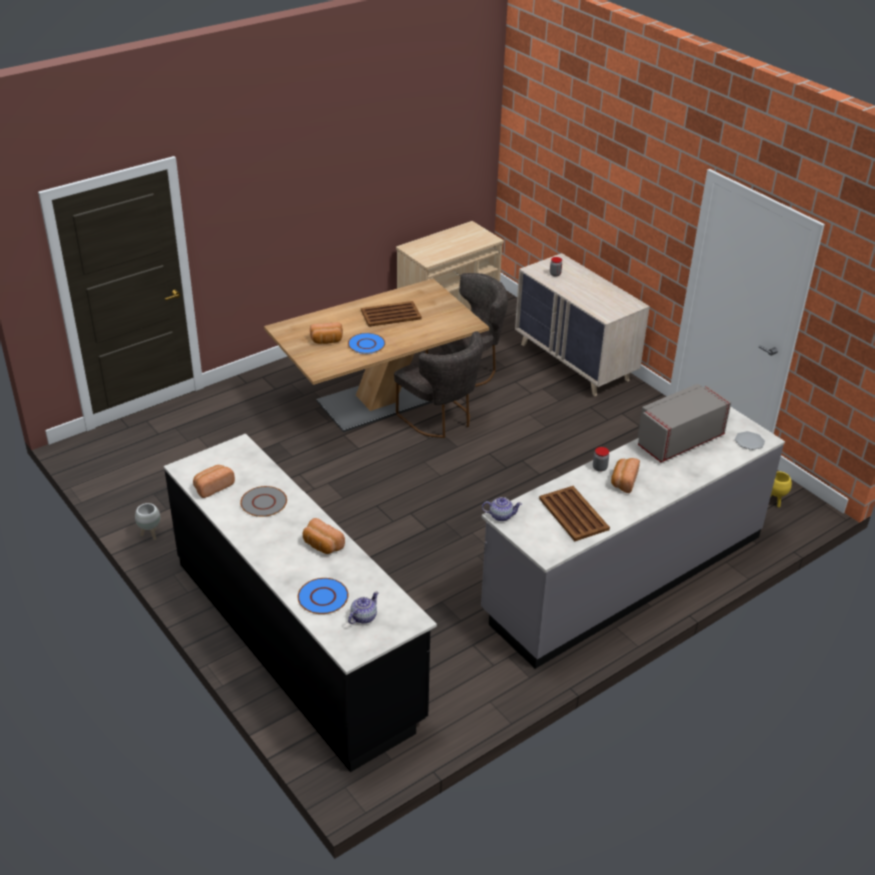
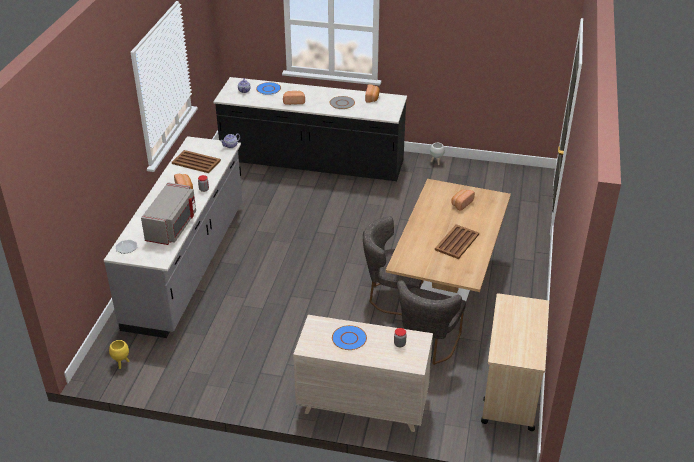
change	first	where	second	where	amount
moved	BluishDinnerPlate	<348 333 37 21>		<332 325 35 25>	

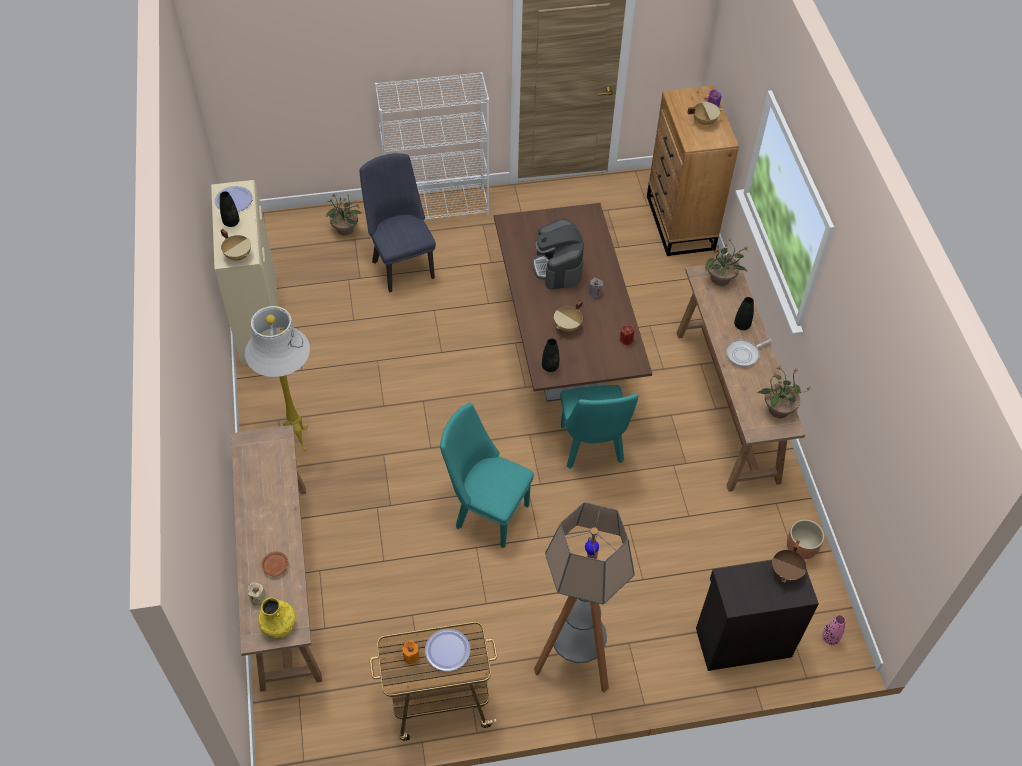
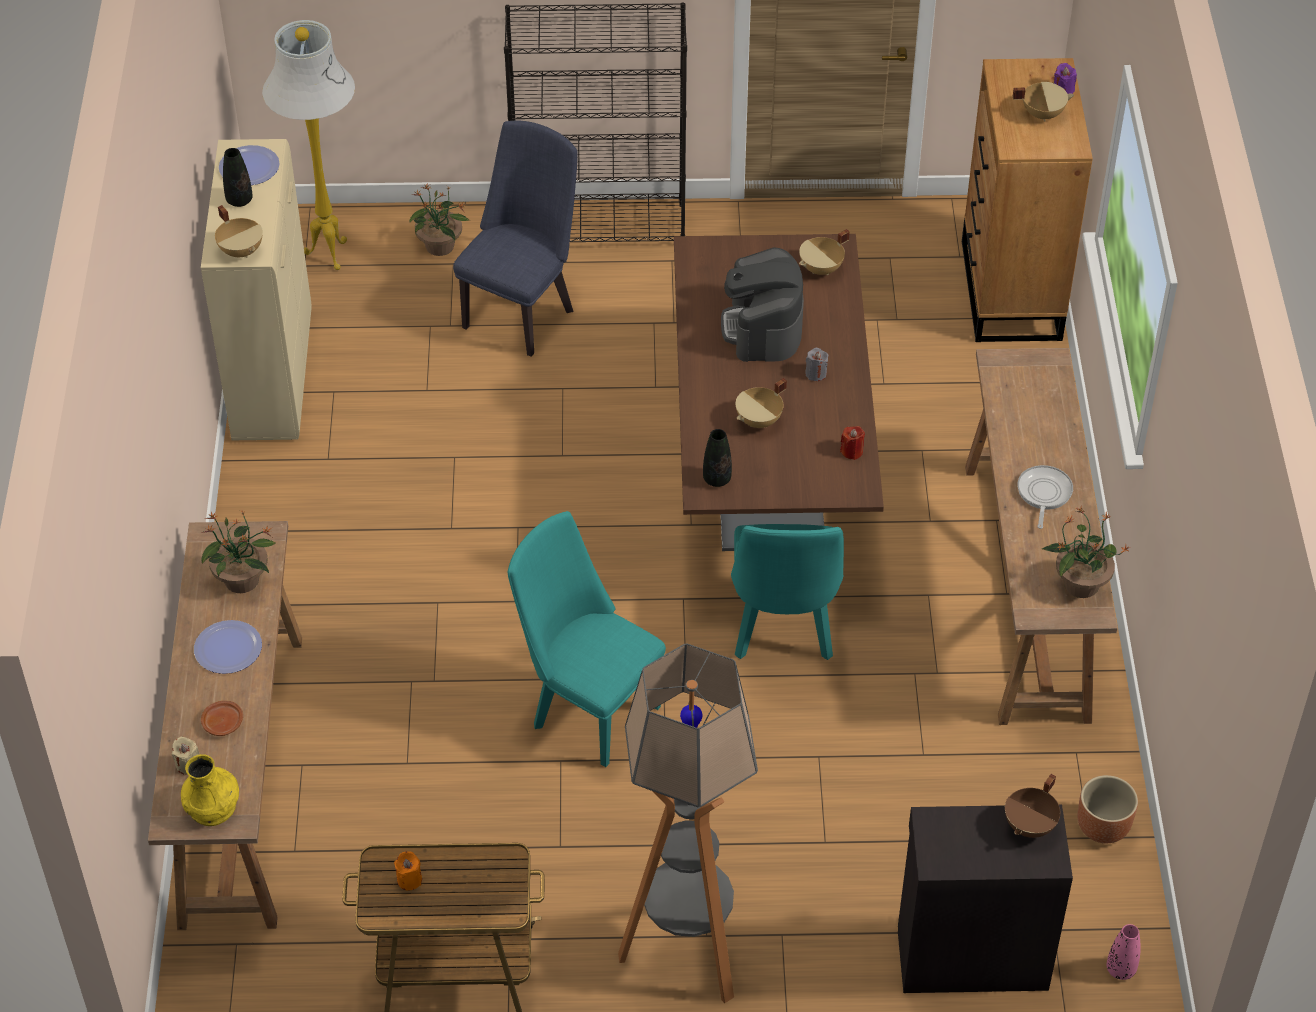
change	first	where	second	where	amount
moved	WhitishStandardLamp	<245 306 65 145>		<262 20 93 250>	
turned	BluishPlainChair	<360 153 76 140>		<453 121 125 236>	45 degrees clockwise
recoloured	WhitishBookcase	<375 72 114 147>	BlackBookcase	<504 3 183 239>	
moved	DinnerPlate	<425 629 45 42>		<194 620 68 54>	
moved	Houseplant	<705 239 44 47>		<201 510 74 83>	
turned	FryingPan	<726 339 46 28>		<1018 465 55 64>	120 degrees clockwise
removed	BlackFlowerVase	<734 297 20 33>			
added			BeigeSaucepot	<799 229 51 46>	

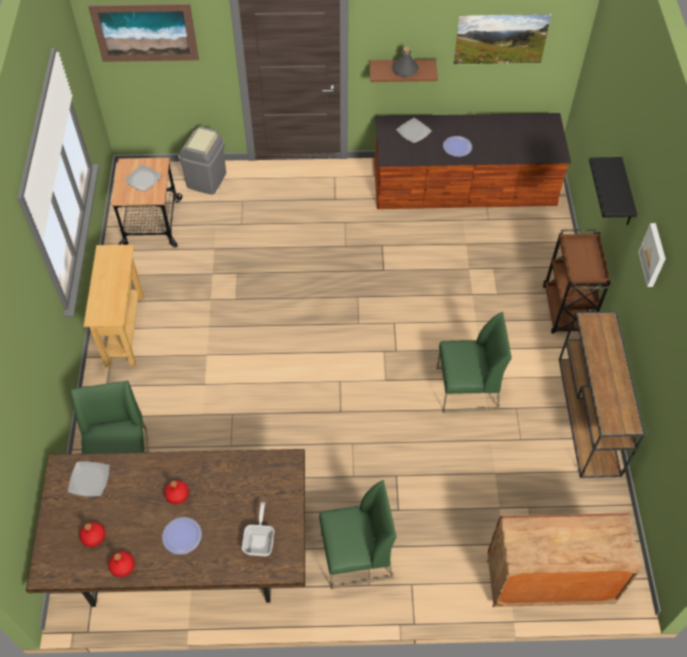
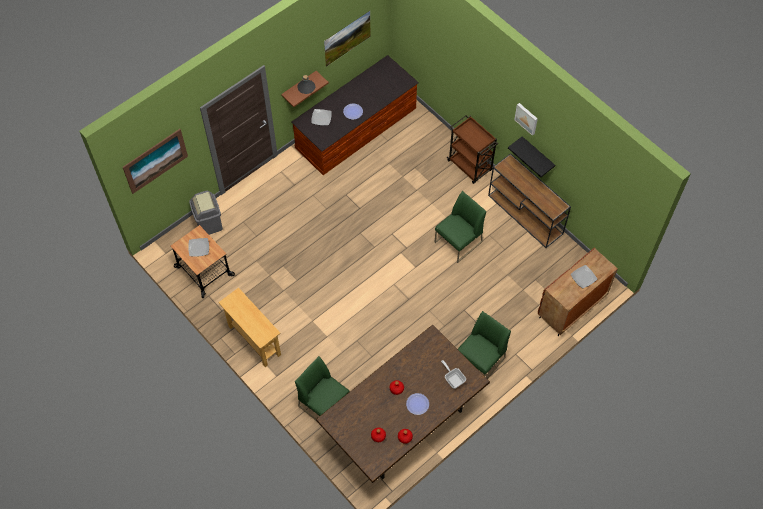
change	first	where	second	where	amount
moved	DinnerPlate	<68 461 42 36>		<571 265 26 23>	
moved	BlackBracketShelf	<589 157 48 68>		<508 136 47 41>	

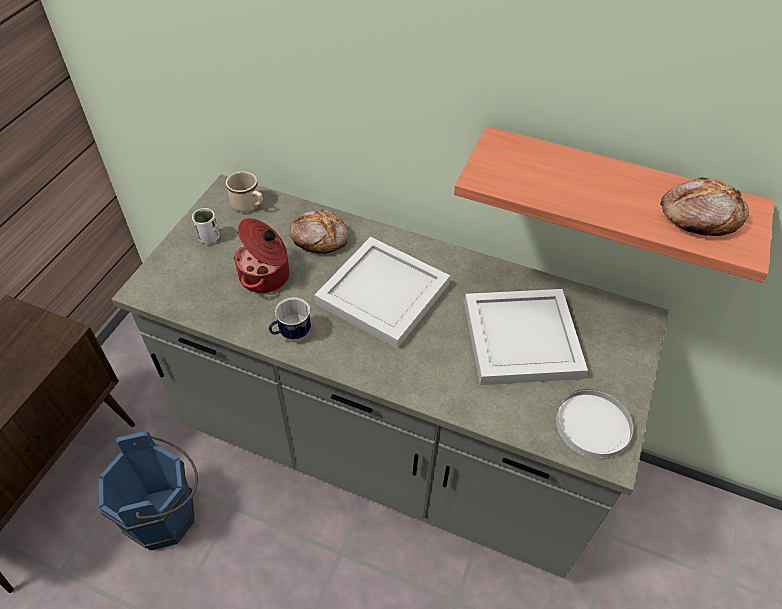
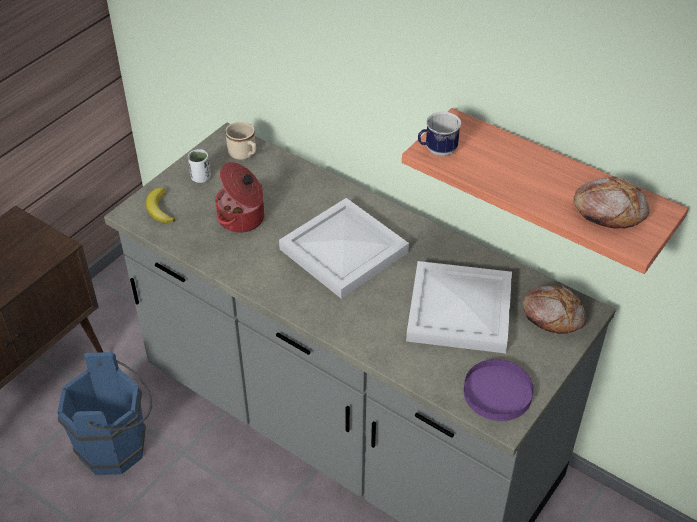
change	first	where	second	where	amount
moved	TeaMug	<269 297 42 44>		<418 112 43 44>	
moved	BakedBread	<290 209 58 44>		<522 285 64 49>	
recoloured	WhitishDinnerPlate	<556 389 77 70>	PurpleDinnerPlate	<464 359 70 62>	
added			WholeBanana	<146 187 30 36>	

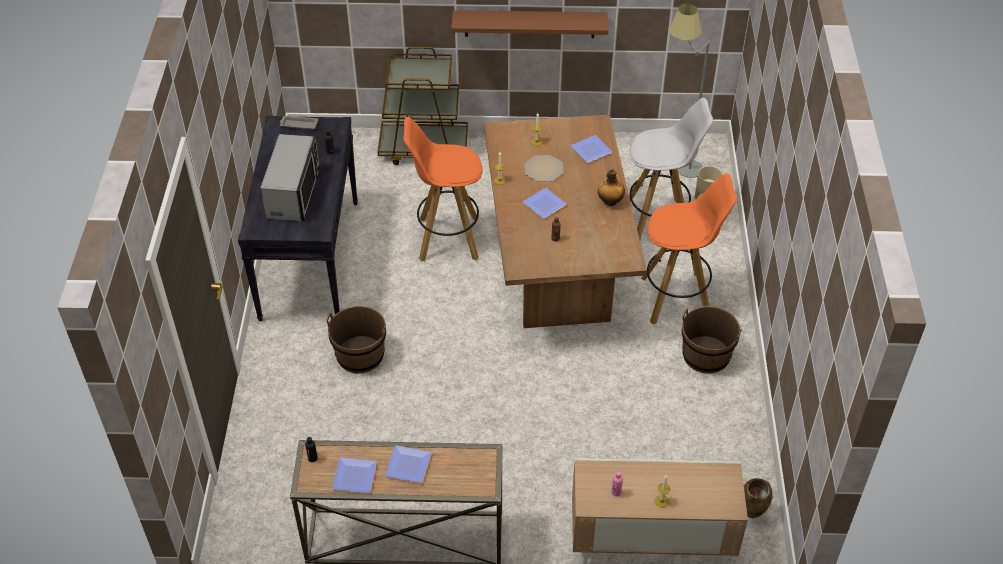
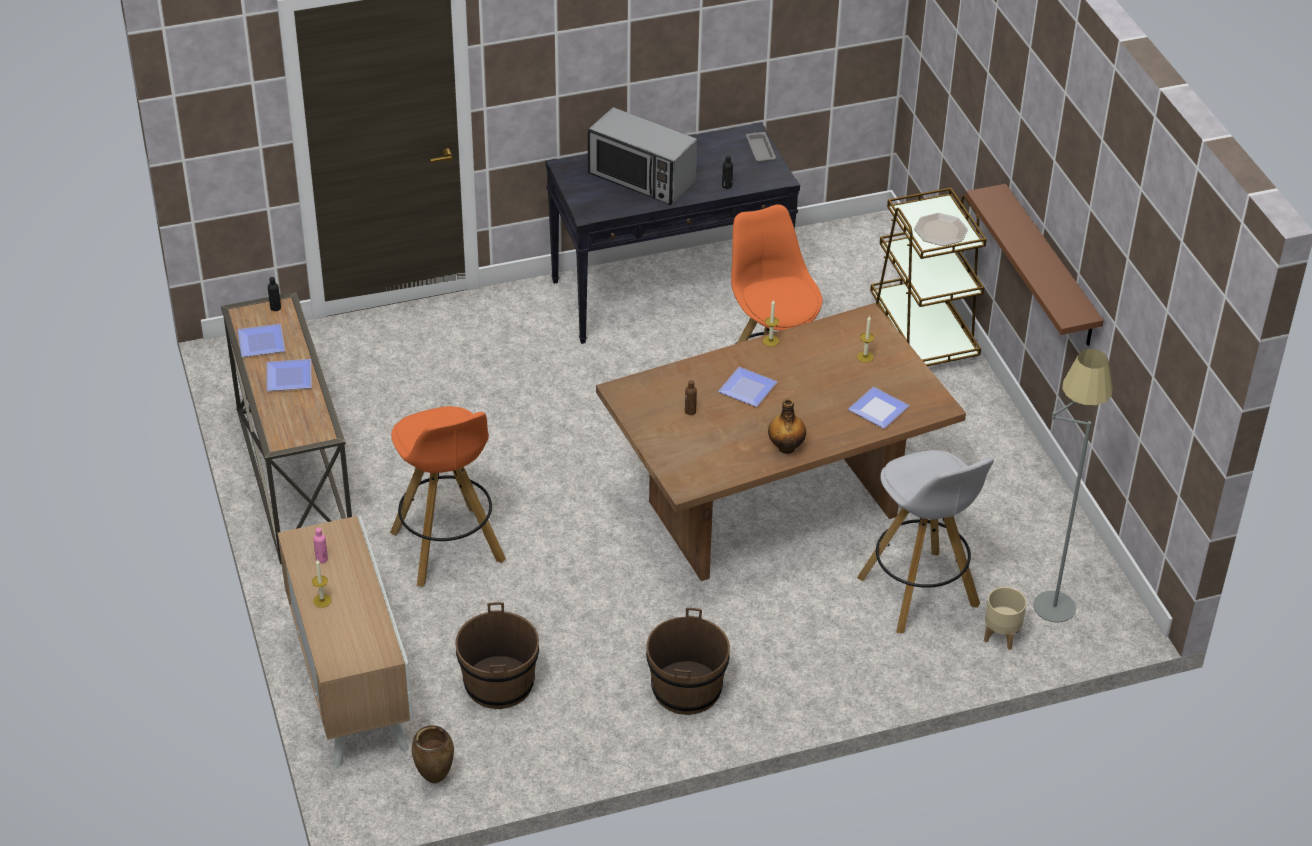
change	first	where	second	where	amount
turned	KitchenMicrowave	<261 134 59 87>		<588 107 109 98>	45 degrees clockwise
moved	BrownColouredPail	<326 306 60 67>		<455 602 84 107>	
moved	DinnerPlate	<524 155 40 27>		<914 213 54 33>	
moved	OrangeColouredSittingStool	<641 173 96 152>		<390 406 116 181>	

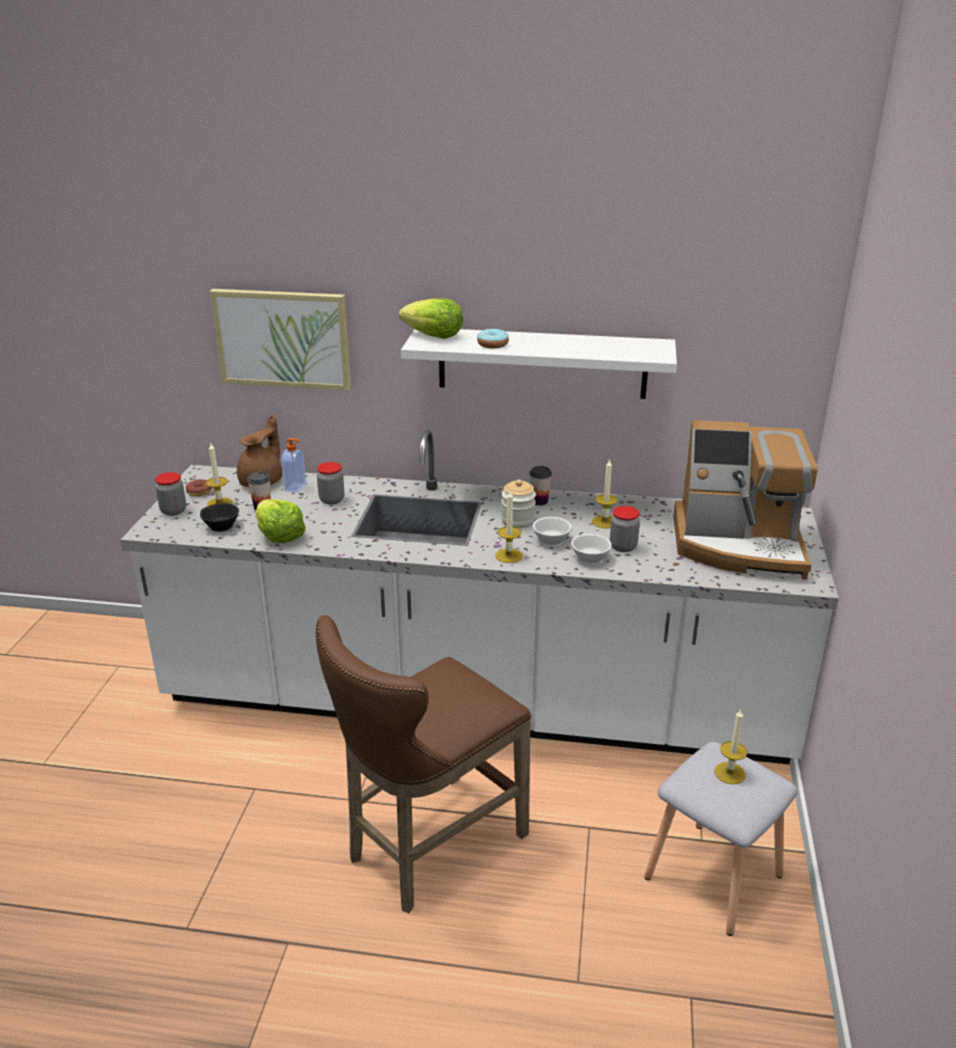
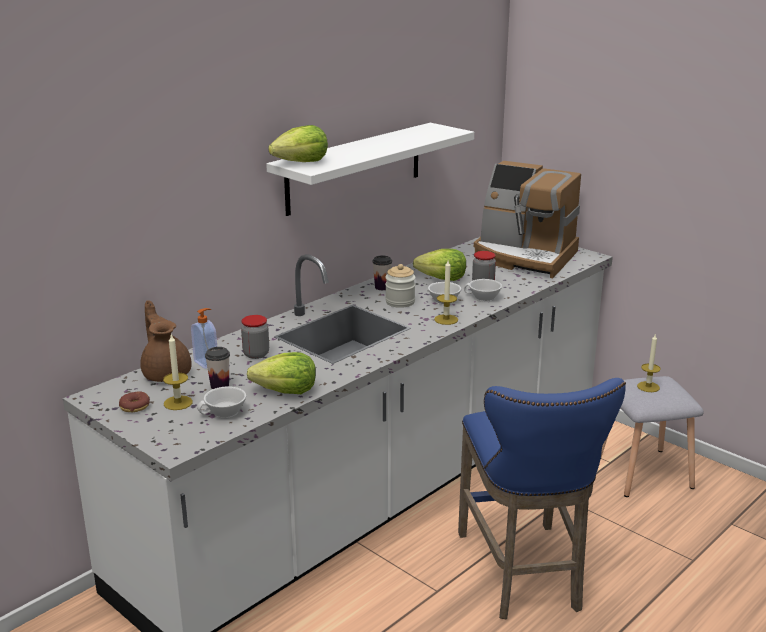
change	first	where	second	where	amount
removed	Jar	<155 472 31 44>			
recoloured	BlackSmallCup	<200 503 39 29>	WhitishSmallCup	<197 386 49 32>	
removed	WallArt	<210 289 141 101>			
recoloured	BrownColouredSittingStool	<316 615 215 298>	BluishSittingStool	<458 378 168 241>	
removed	Doughnut	<477 329 32 19>			
replaced	WaxCandle	<592 458 26 70>	HeadOfLettuce	<413 249 53 32>	
turned	CoffeeBrewer	<673 420 145 160>		<474 161 107 117>	75 degrees clockwise

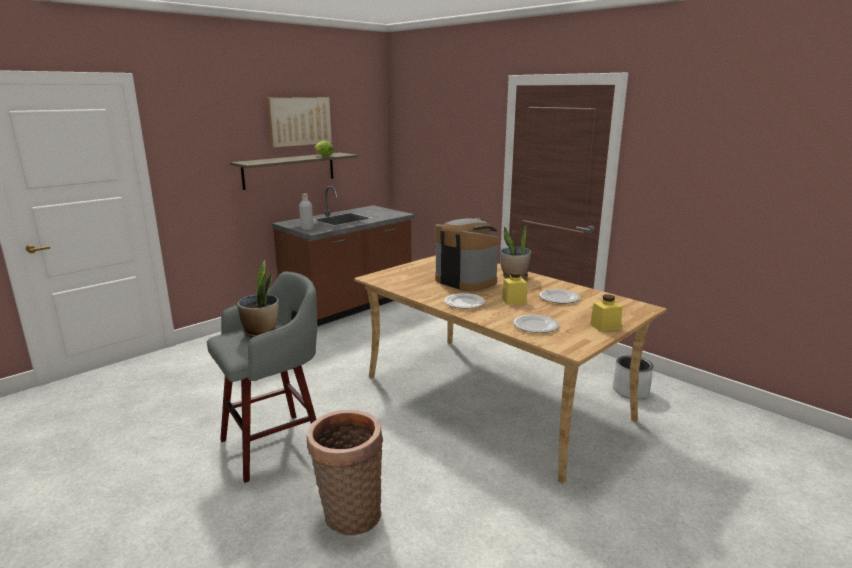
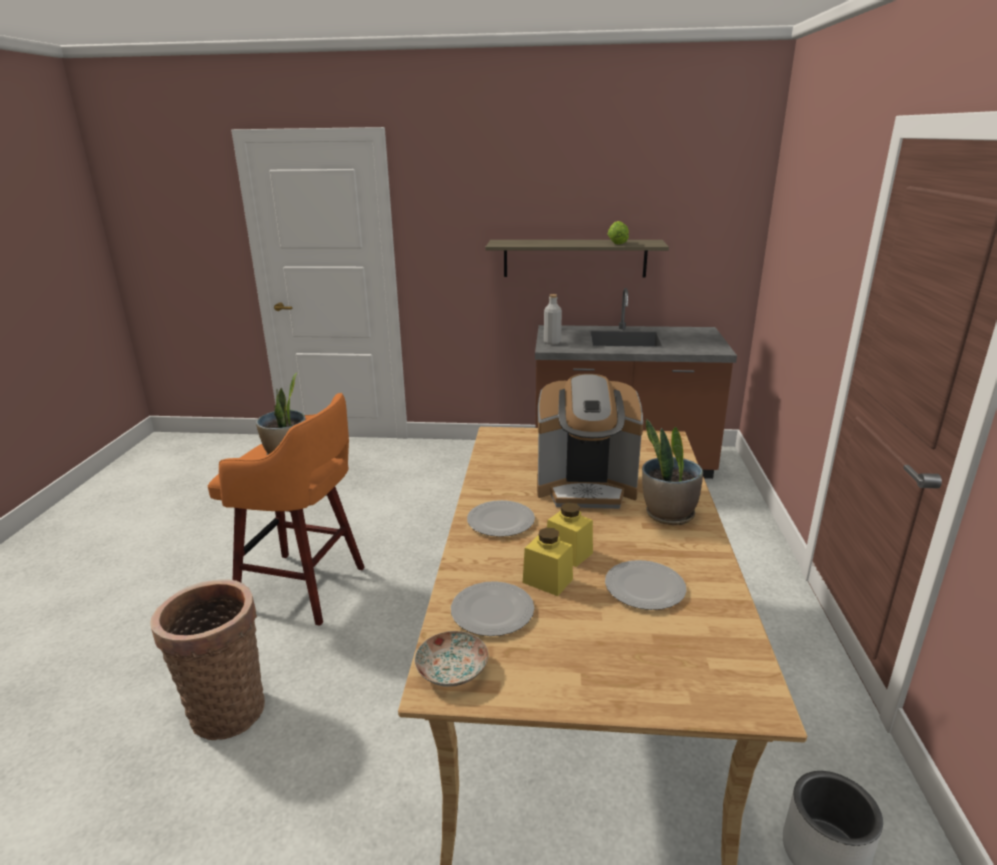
change	first	where	second	where	amount
recoloured	GraySittingStool	<207 272 110 211>	OrangeColouredSittingStool	<208 393 157 233>	
removed	WallArt	<267 97 65 51>			
turned	CoffeeBrewer	<435 218 64 73>		<537 374 106 135>	90 degrees clockwise
moved	YellowishJar	<590 294 32 38>		<523 528 50 68>	
added			DinnerPlate	<415 631 73 56>	

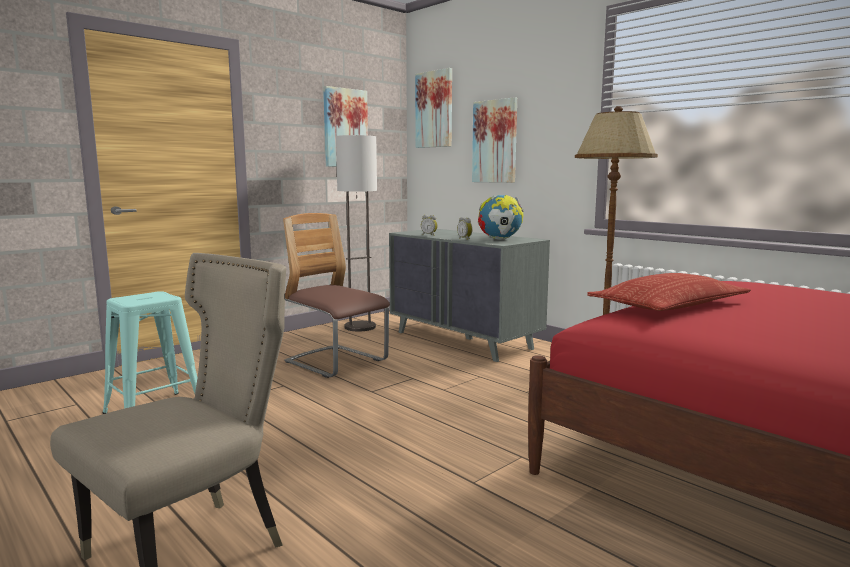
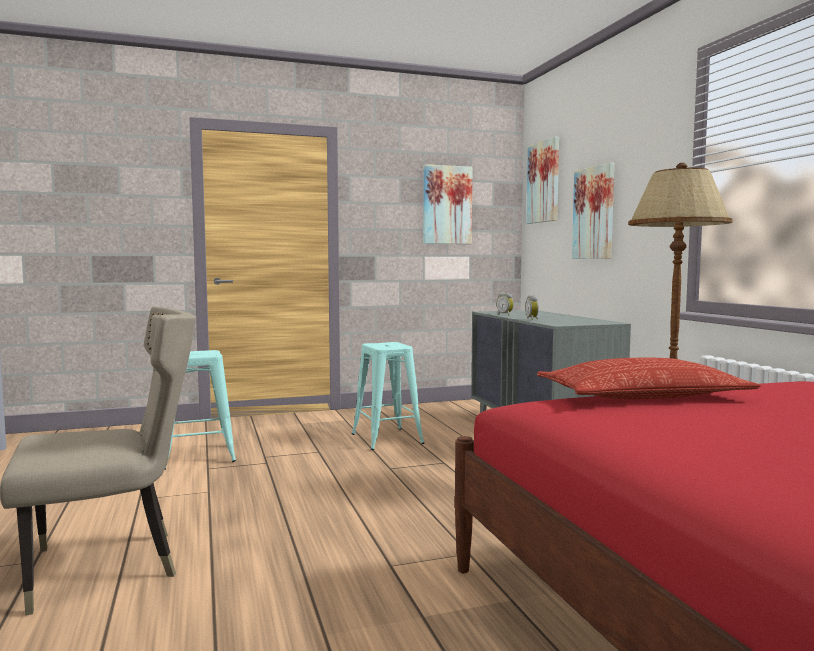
change	first	where	second	where	amount
replaced	PlainChair	<283 213 107 165>	BlueGreenSittingStool	<352 342 72 108>	
removed	StandardLamp	<336 135 41 196>			
removed	Globe	<478 195 46 45>			

